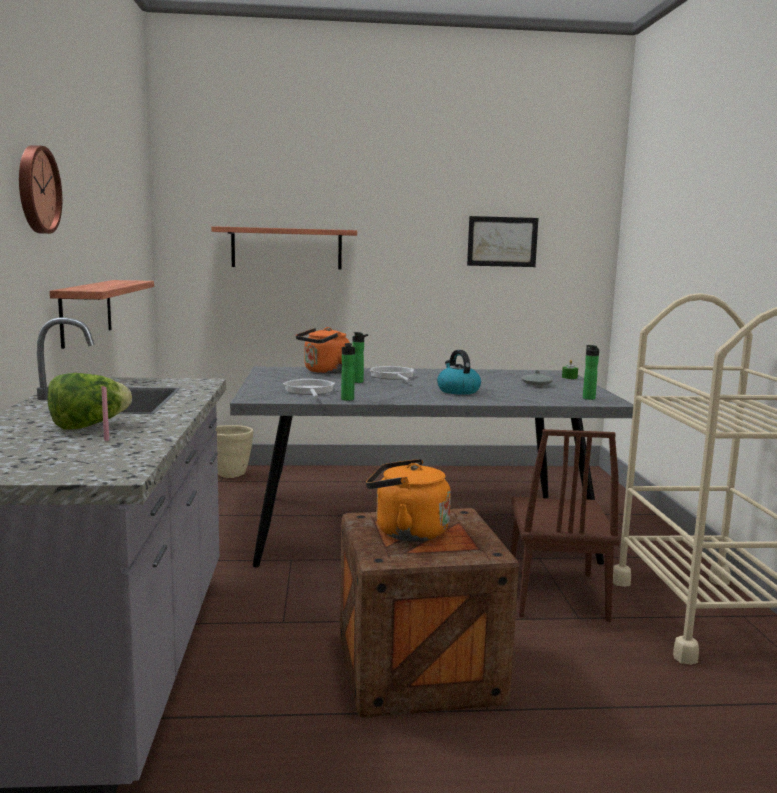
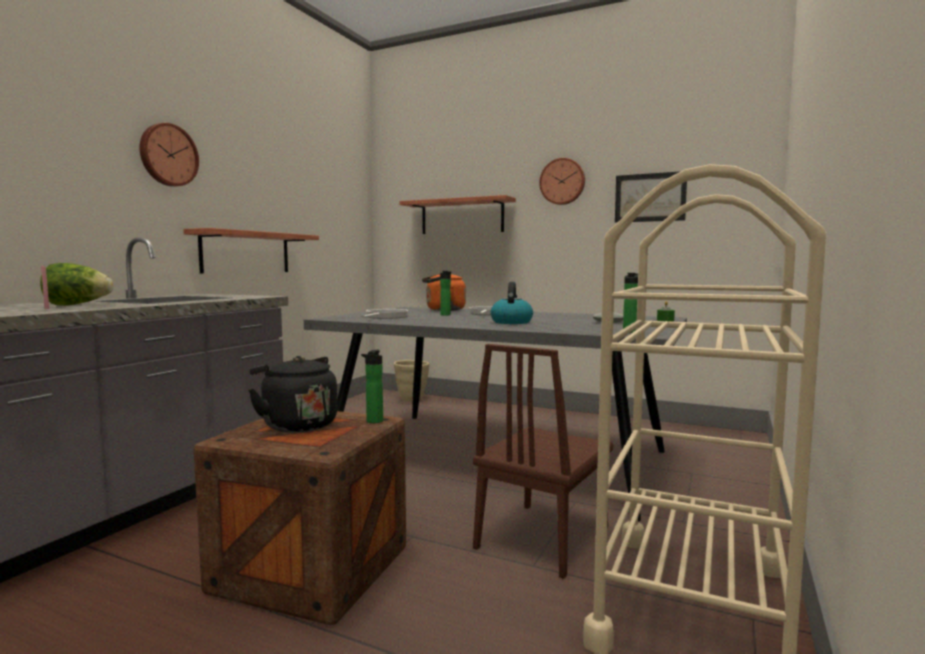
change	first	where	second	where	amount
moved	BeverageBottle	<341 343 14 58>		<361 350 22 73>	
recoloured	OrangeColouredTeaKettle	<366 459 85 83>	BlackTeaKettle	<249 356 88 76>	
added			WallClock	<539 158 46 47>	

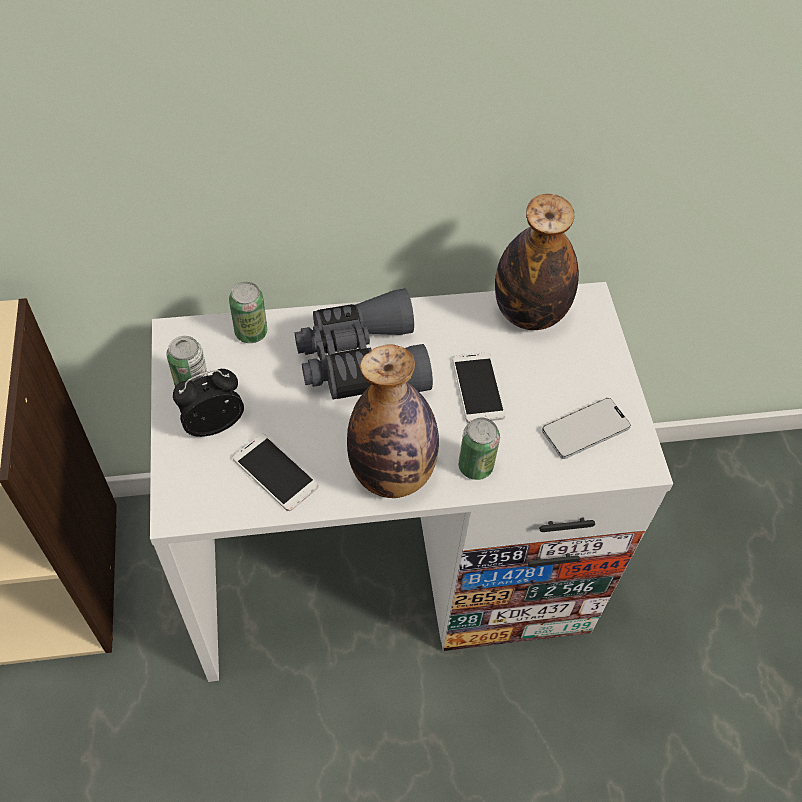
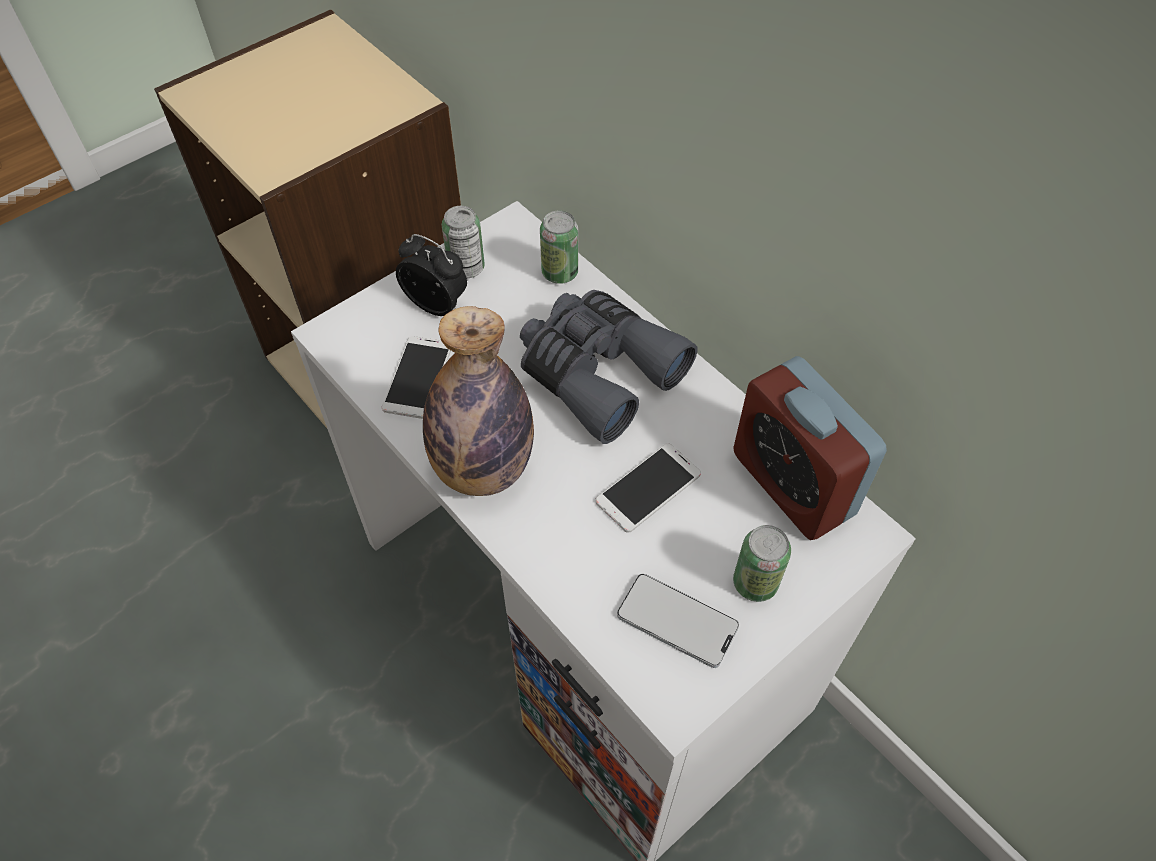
change	first	where	second	where	amount
moved	Can	<458 418 42 62>		<733 525 58 77>	
replaced	BeverageBottle	<495 193 84 137>	TableClock	<733 356 154 184>	

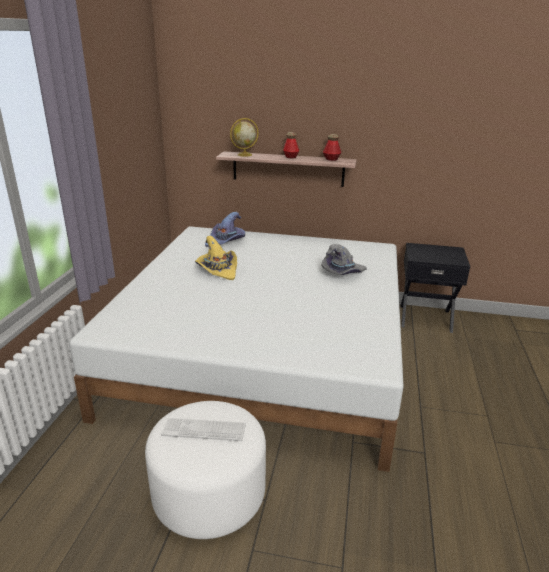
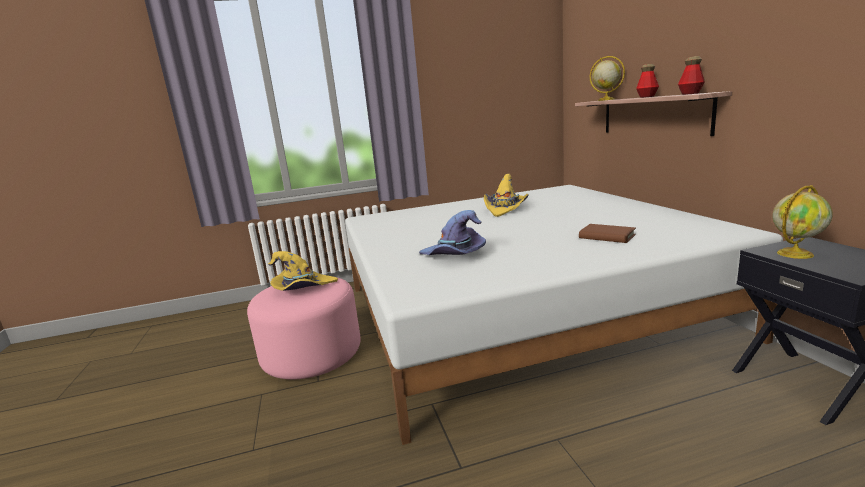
change	first	where	second	where	amount
recoloured	WhitishOttoman	<145 401 121 138>	PinkColouredOttoman	<247 277 114 103>	
replaced	ComputerKeyboard	<161 418 85 23>	YellowishClothingHat	<268 251 70 40>	
moved	PurpleClothingHat	<205 212 40 35>		<419 210 67 45>	
replaced	GrayClothingHat	<321 244 46 31>	BrownColouredBoundBook	<579 224 57 19>	
added			Globe	<773 185 59 74>	

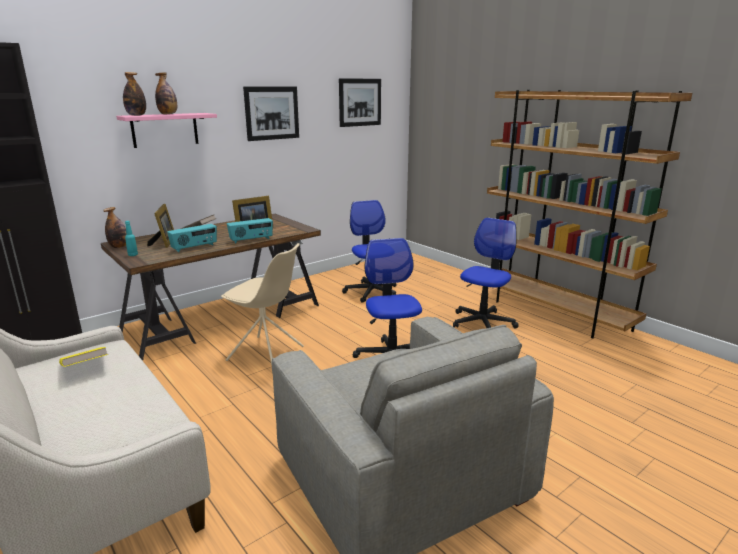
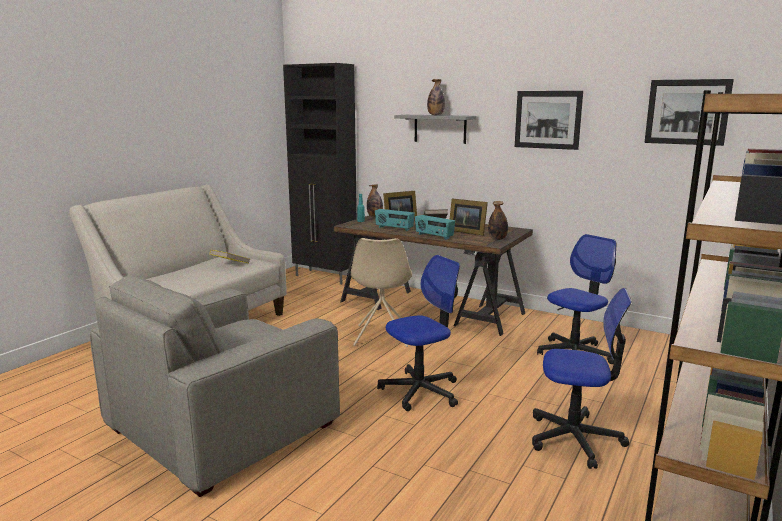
change	first	where	second	where	amount
recoloured	PinkColouredBracketShelf	<116 113 101 35>	GrayBracketShelf	<394 115 83 29>	
moved	BeverageBottle	<123 72 23 44>		<488 201 20 39>	

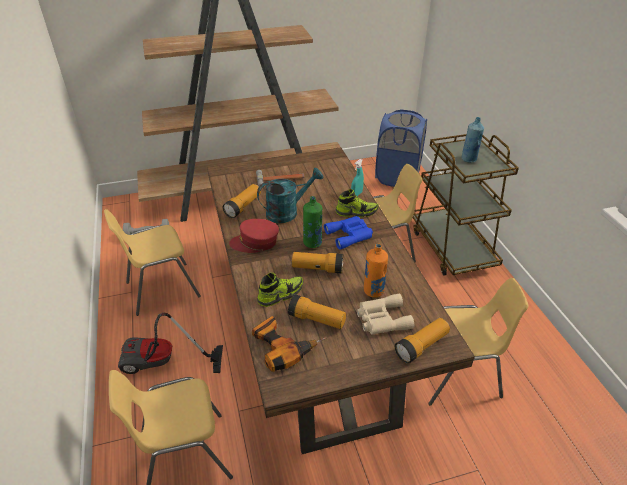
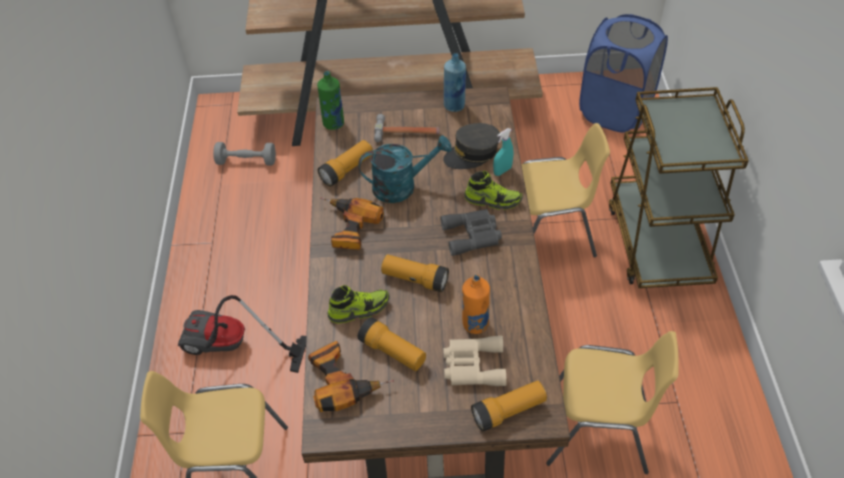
change	first	where	second	where	amount
removed	YellowishPlainChair	<104 209 97 107>			
replaced	RedBaseballCap	<229 219 50 34>	Drill	<320 197 64 53>	
moved	GreenBeverageBottle	<303 196 19 52>		<317 71 27 59>	
recoloured	BluishBinoculars	<324 216 49 34>	GrayBinoculars	<440 209 62 47>	
moved	BluishBeverageBottle	<461 117 23 46>		<444 53 22 59>	
added			GrayBaseballCap	<443 123 57 46>	

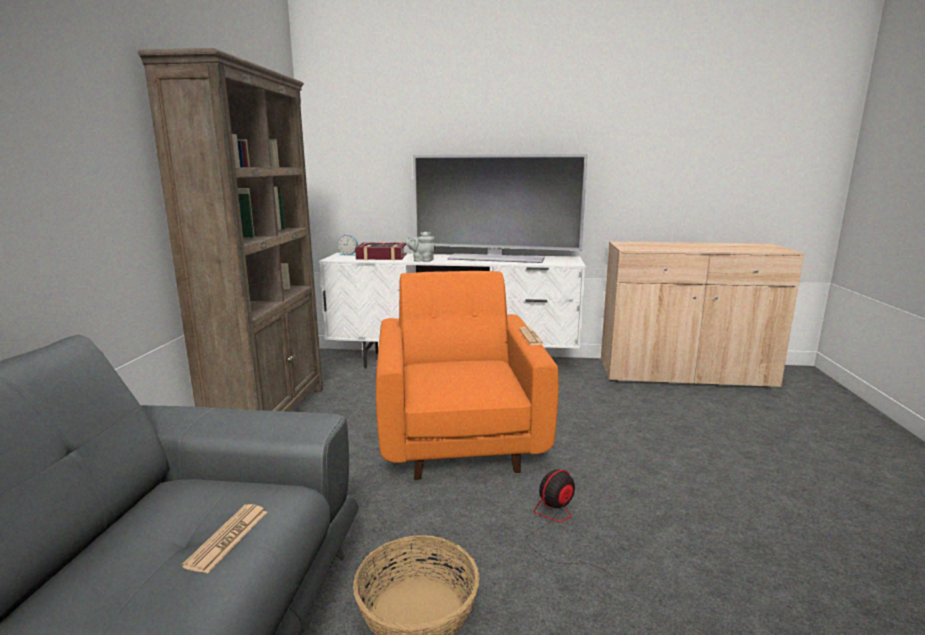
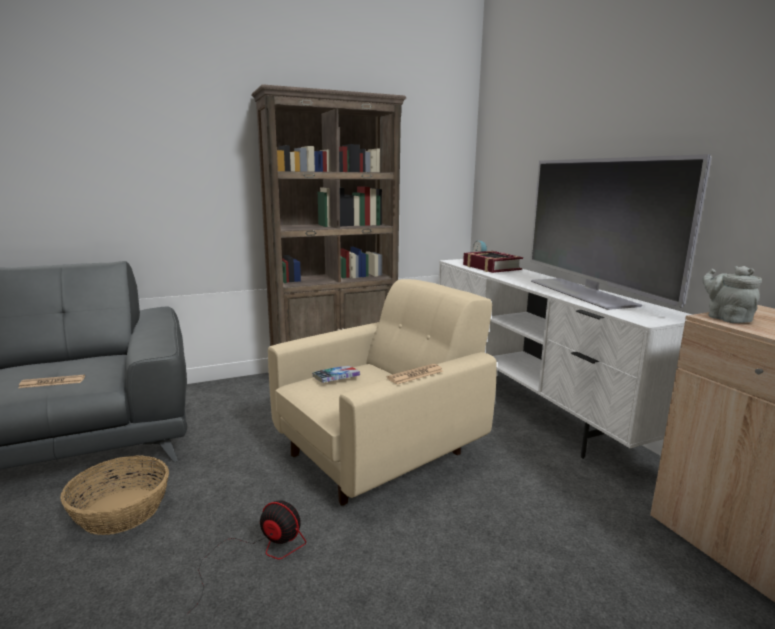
change	first	where	second	where	amount
recoloured	OrangeColouredLoungeChair	<376 271 183 209>	BeigeLoungeChair	<268 279 229 227>	
moved	GrayTeapot	<405 232 30 30>		<702 266 60 57>	
added			BoundBook	<312 366 48 17>	

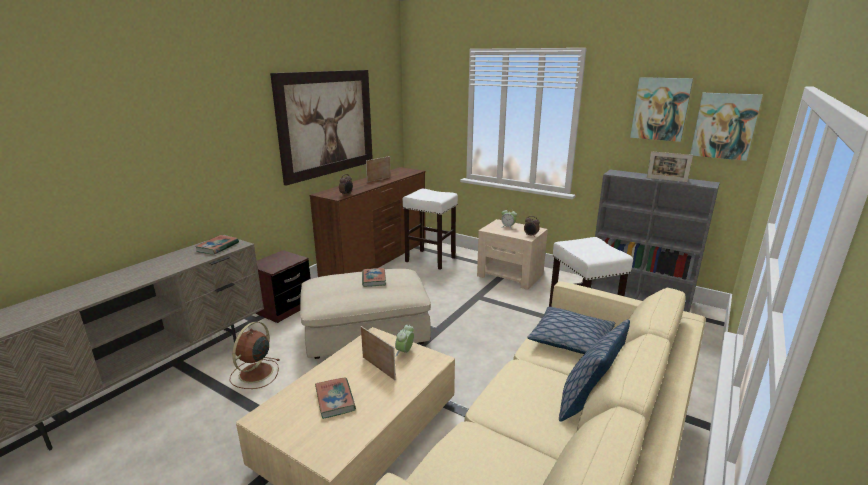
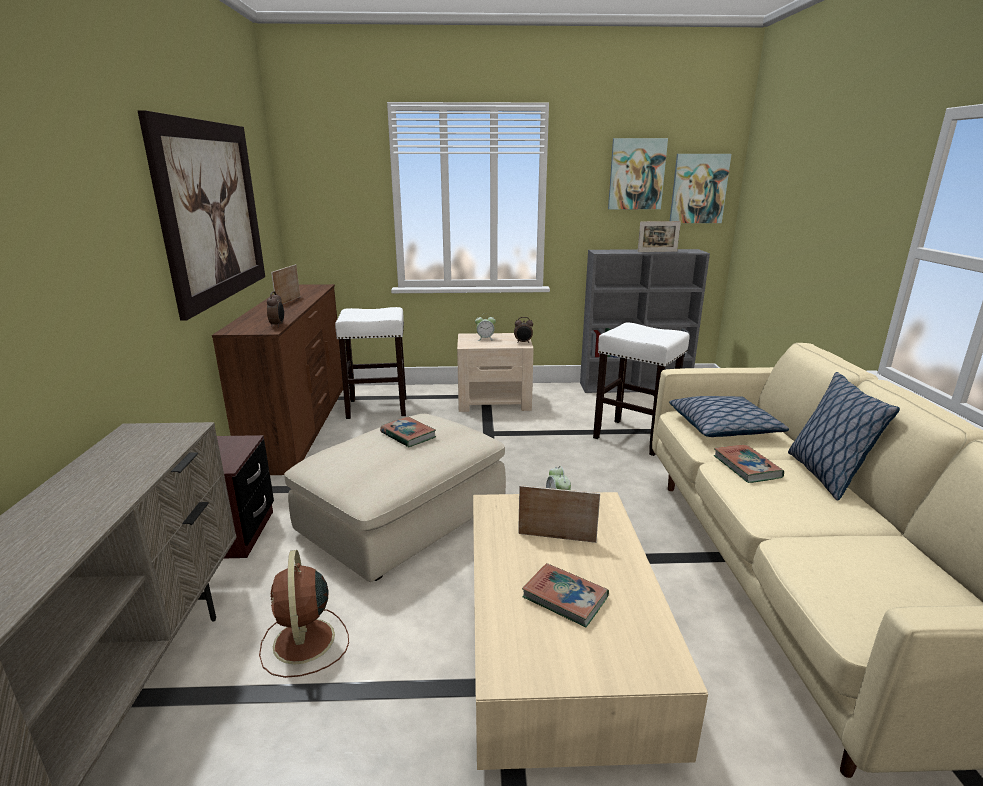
change	first	where	second	where	amount
moved	BoundBook	<195 235 44 20>		<714 445 70 38>	

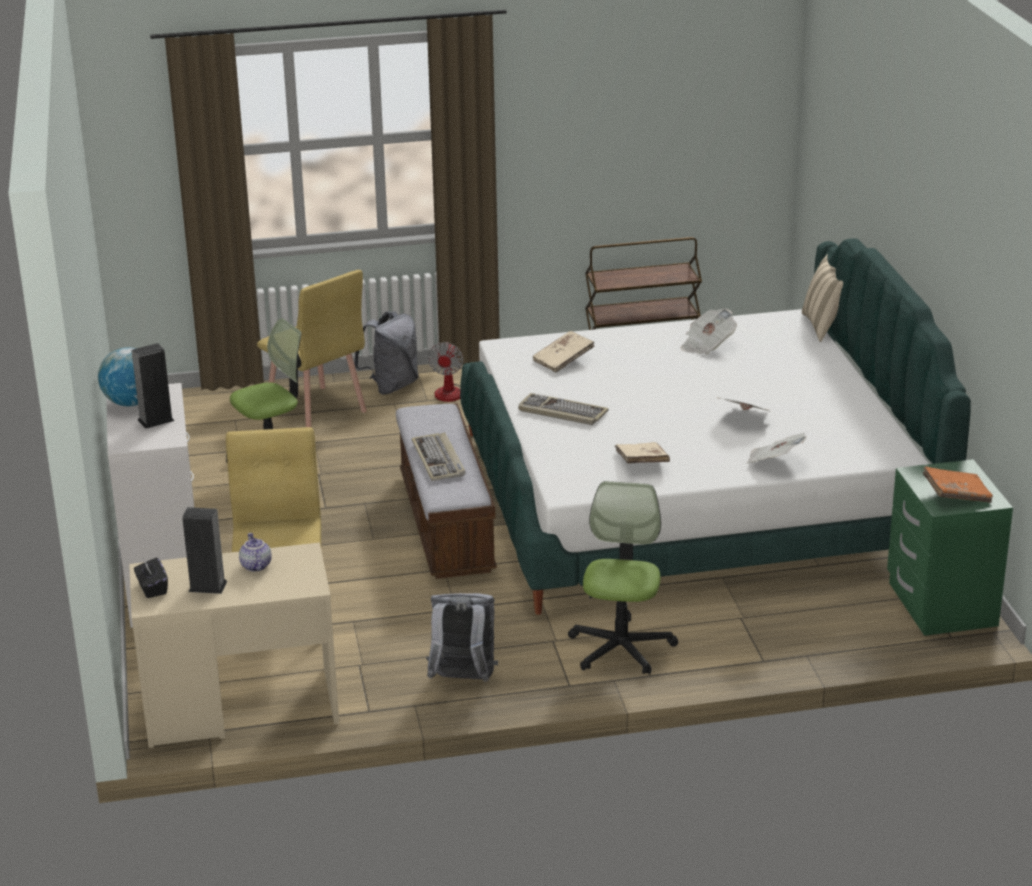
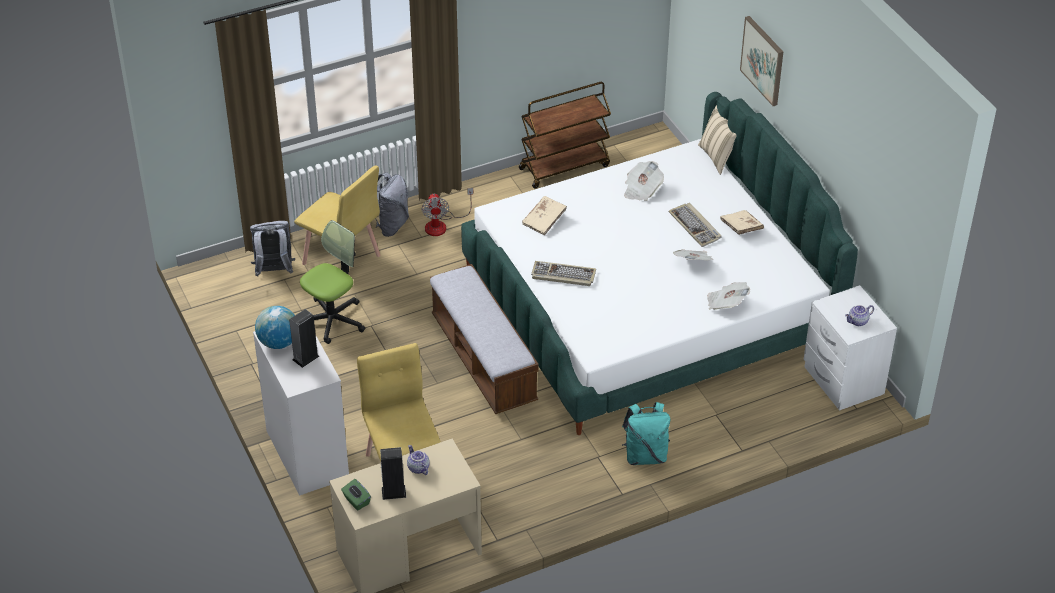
change	first	where	second	where	amount
recoloured	BlackTissueBox	<134 558 34 40>	GreenTissueBox	<341 479 30 31>	
moved	ComputerKeyboard	<412 432 53 49>		<668 203 54 44>	
moved	GrayKnapsack	<426 593 72 89>		<250 221 45 56>	
replaced	ComputerChair	<568 481 110 194>	BlueGreenKnapsack	<622 402 48 63>	
moved	BeigeBoundBook	<615 442 55 21>		<720 210 44 25>	
recoloured	GreenBedsideTable	<887 459 126 177>	WhitishBedsideTable	<804 285 93 126>	
replaced	OrangeColouredBoundBook	<923 467 70 36>	Teapot	<845 305 29 21>	
added			WallArt	<740 16 43 90>	

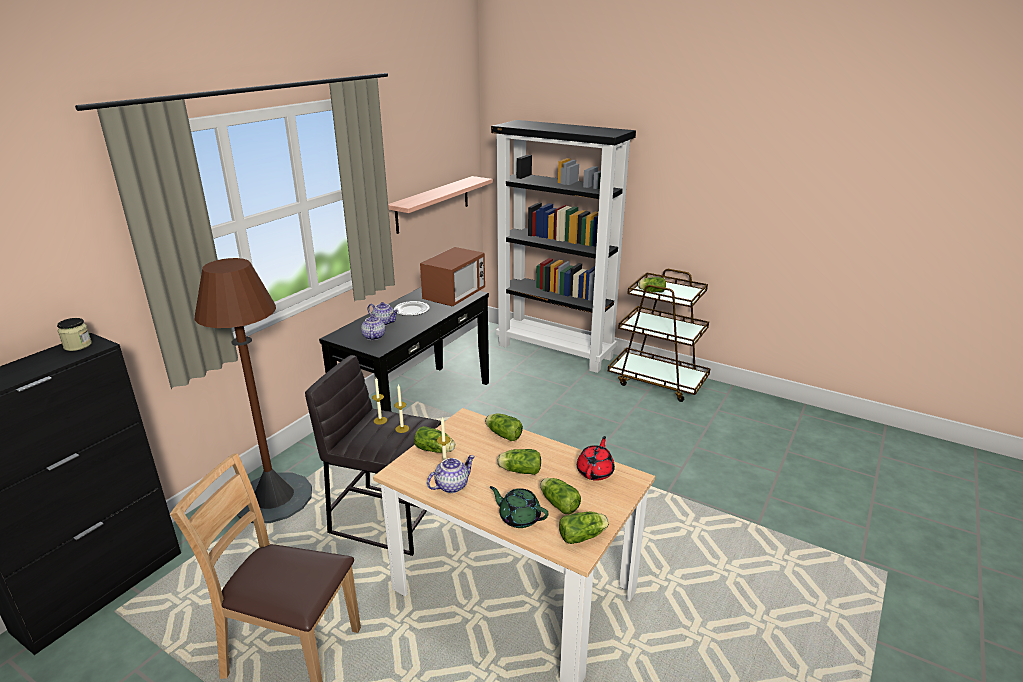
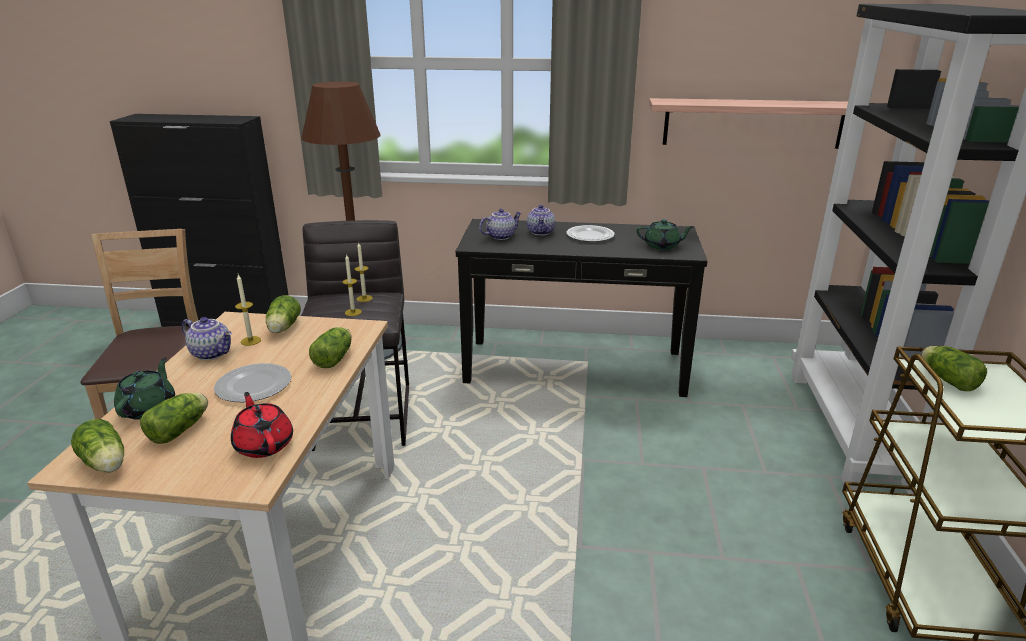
change	first	where	second	where	amount
removed	Jar	<57 318 35 33>			
replaced	KitchenMicrowave	<420 247 65 59>	GreenTeapot	<637 219 57 31>	
replaced	HeadOfLettuce	<497 449 44 26>	DinnerPlate	<214 363 77 39>	
turned	RedTeapot	<577 436 38 45>		<231 392 62 66>	120 degrees counterclockwise

